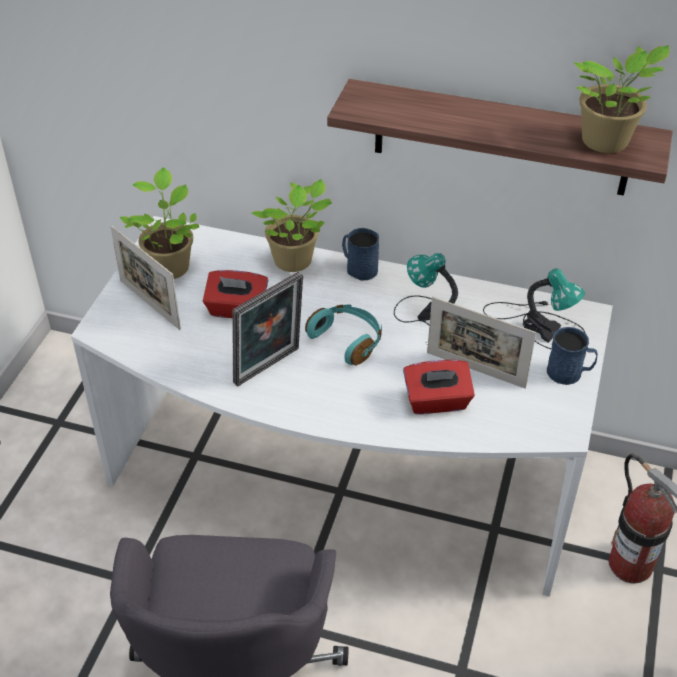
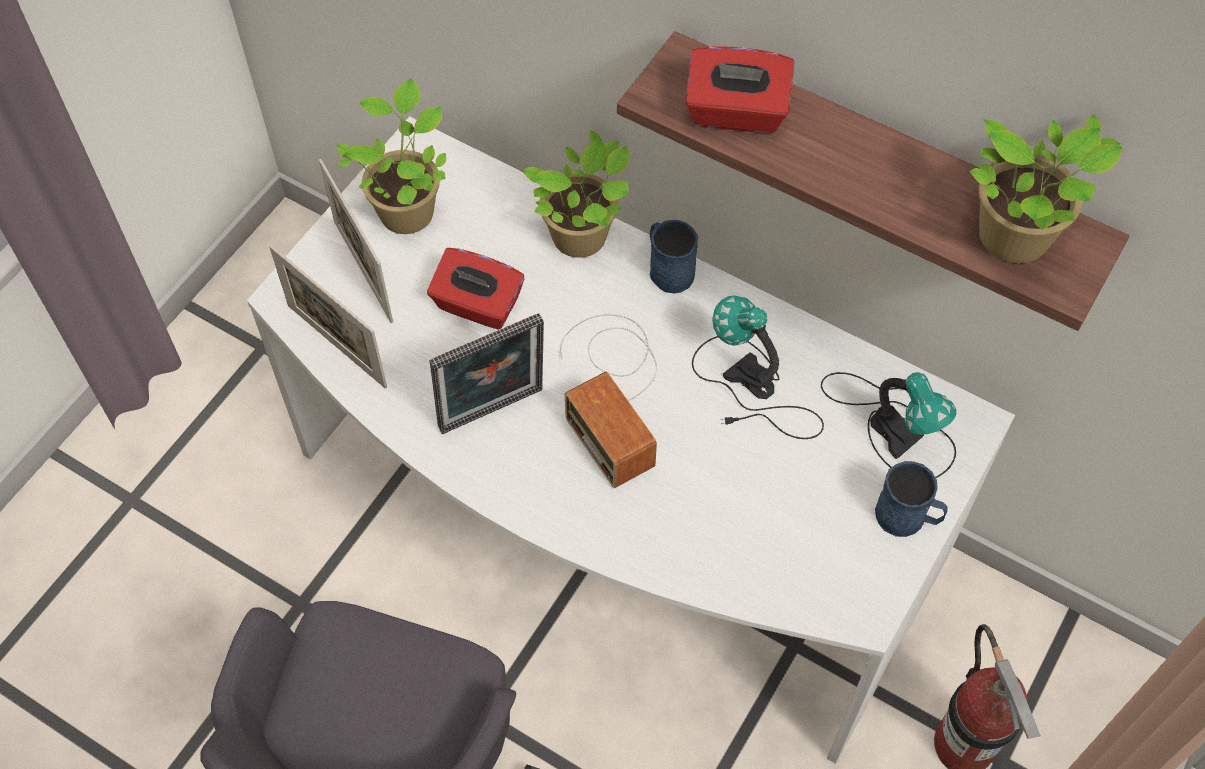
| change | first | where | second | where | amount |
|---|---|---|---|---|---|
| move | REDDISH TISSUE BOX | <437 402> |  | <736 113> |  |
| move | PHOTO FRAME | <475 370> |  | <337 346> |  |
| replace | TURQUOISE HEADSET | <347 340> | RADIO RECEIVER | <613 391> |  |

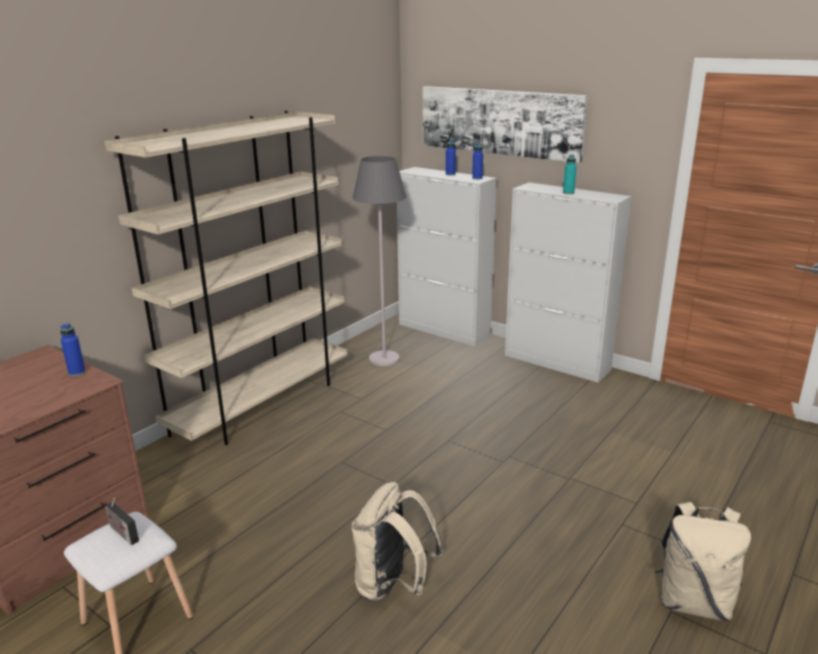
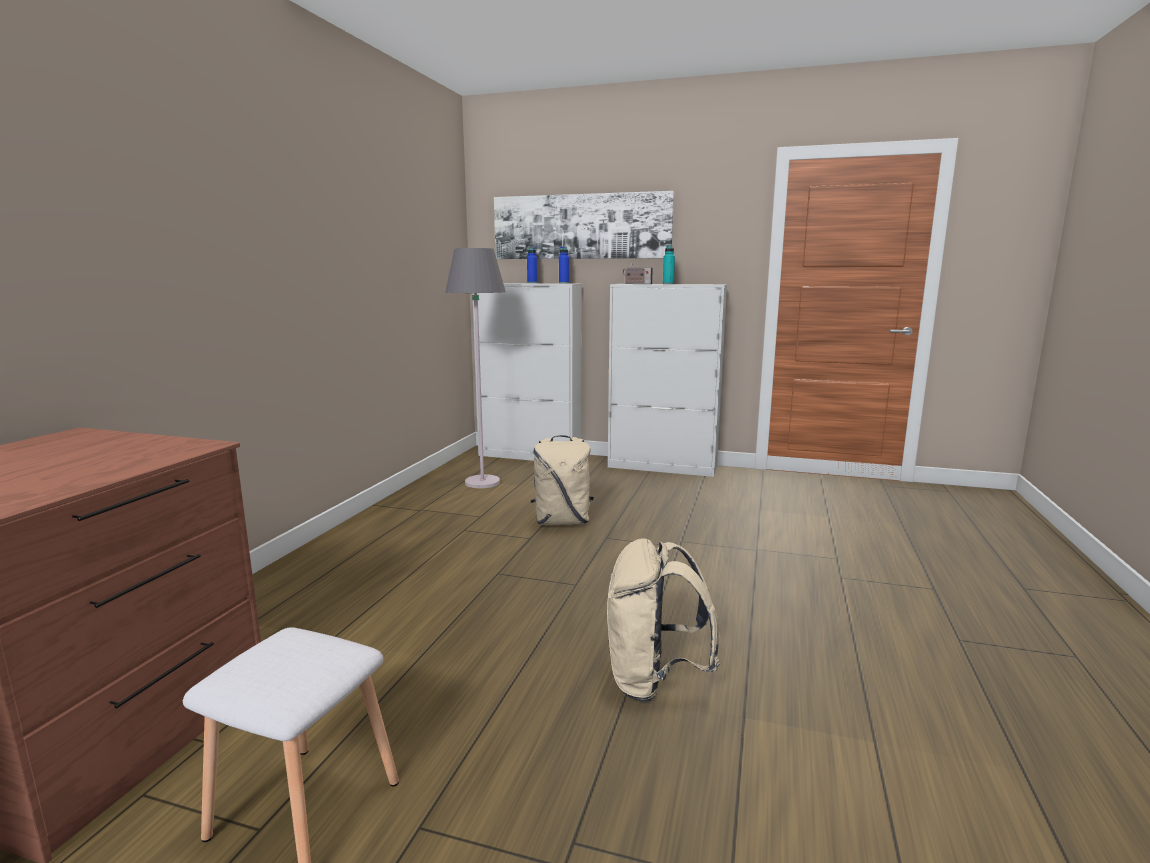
| change | first | where | second | where | amount |
|---|---|---|---|---|---|
| delete | BLUE BEVERAGE BOTTLE | <77 372> |  |  |  |
| delete | SAND-COLOURED BOOKCASE | <262 404> |  |  |  |
| move | RADIO RECEIVER | <122 533> |  | <636 284> |  |
| move | SAND-COLOURED KNAPSACK | <693 602> |  | <562 521> |  |

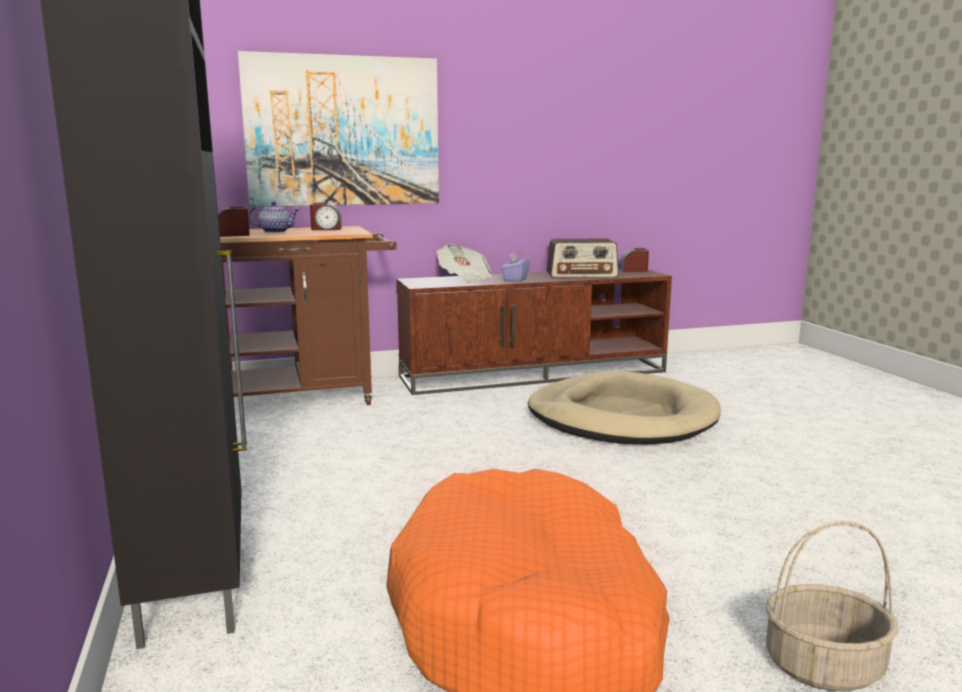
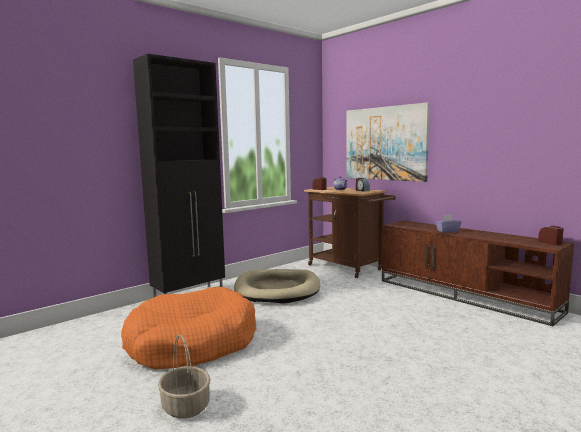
| change | first | where | second | where | amount |
|---|---|---|---|---|---|
| delete | NEWSPAPER | <464 279> |  |  |  |
| delete | RADIO RECEIVER | <582 275> |  |  |  |
| move | SAND-COLOURED DOG CUSHION | <621 417> |  | <277 289> |  |

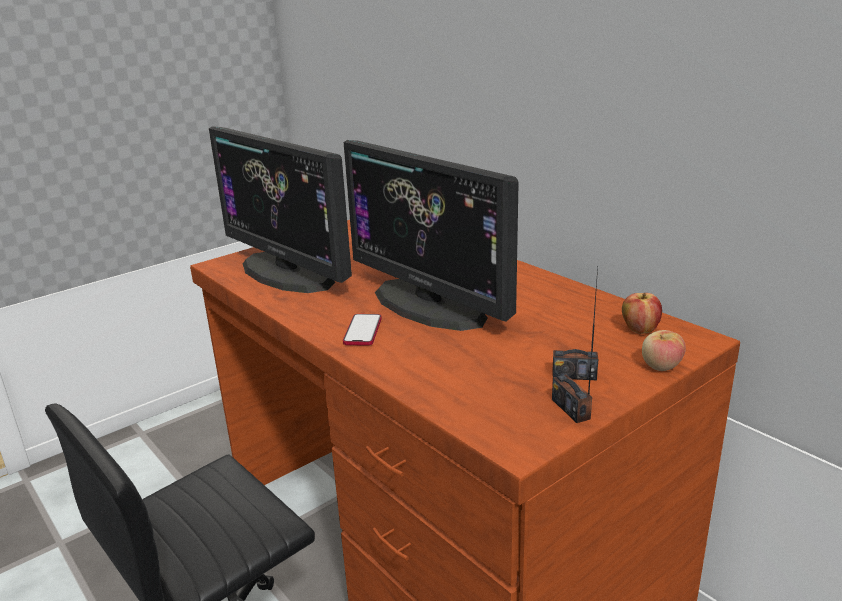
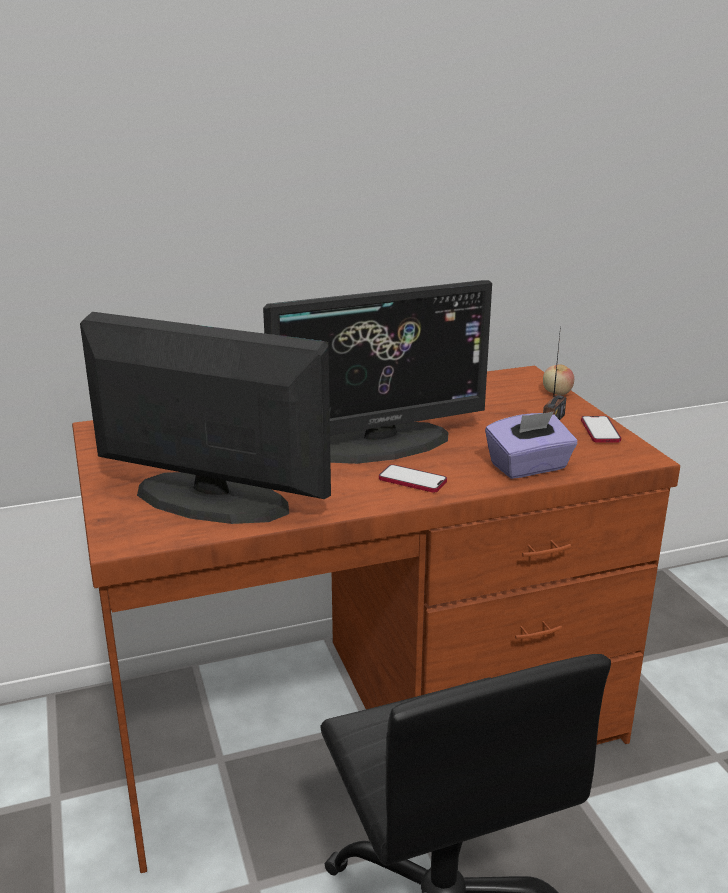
| change | first | where | second | where | amount |
|---|---|---|---|---|---|
| delete | APPLE | <640 330> |  |  |  |
| insert |  |  | PURPLISH TISSUE BOX | <529 467> |  |
| replace | RADIO RECEIVER | <571 409> | TELEPHONE | <600 431> |  |
| rotate | MONITOR | <288 272> |  | <210 499> | 135 degrees counterclockwise |

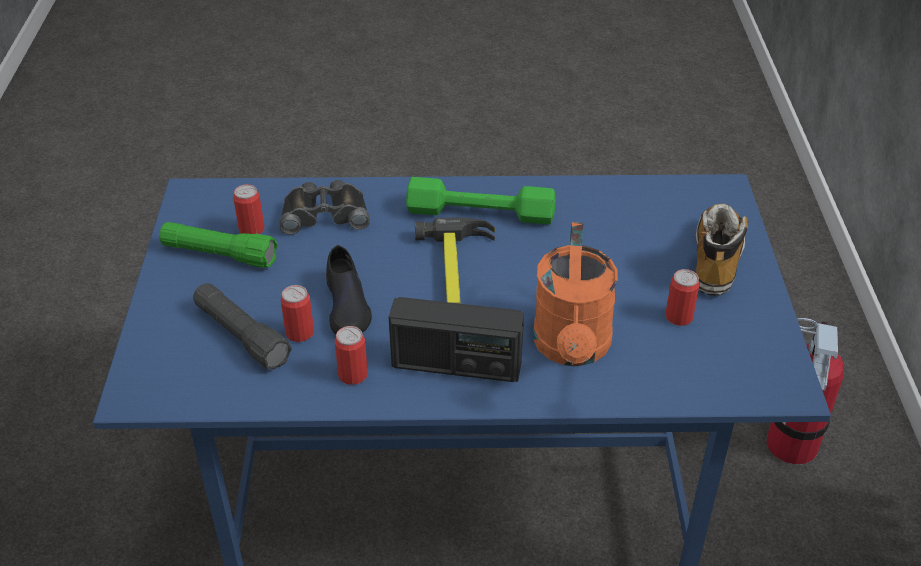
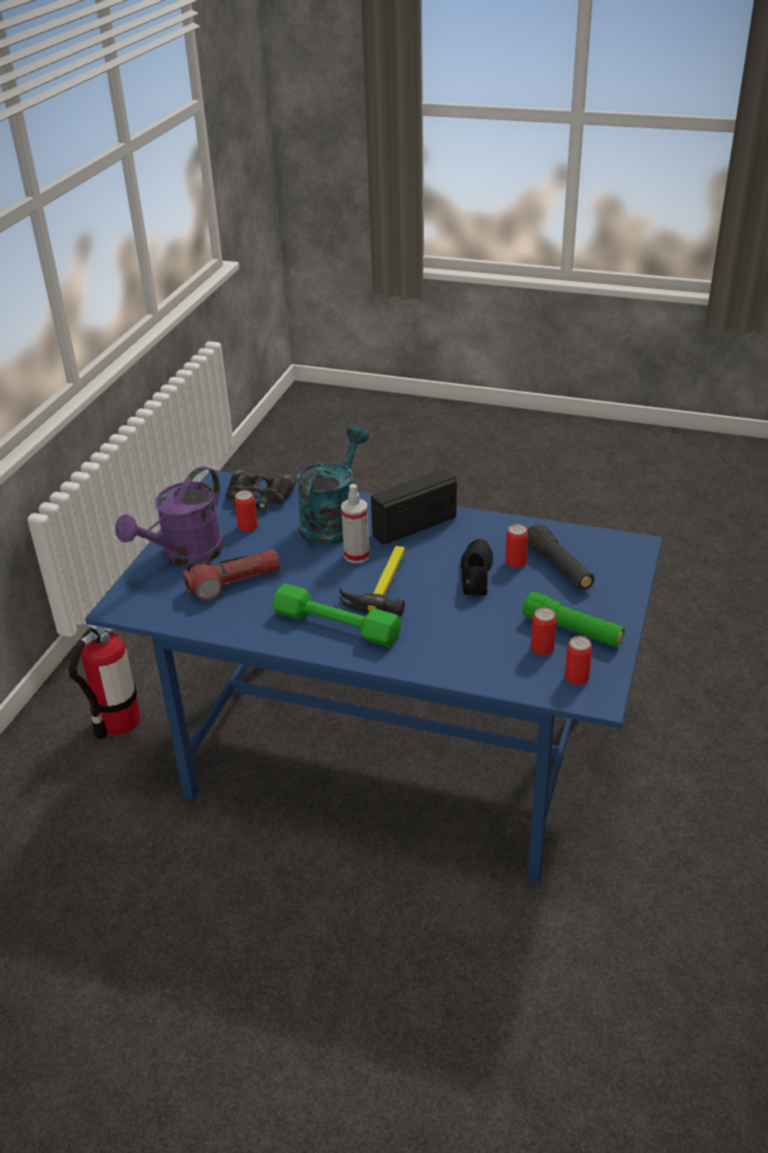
| change | first | where | second | where | amount |
|---|---|---|---|---|---|
| insert |  |  | HAND TORCH | <233 583> |  |
| insert |  |  | SPRAYER | <357 555> |  |
| move | BLACK FIELD GLASSES | <324 213> |  | <258 497> |  |
| move | CAN | <353 375> |  | <576 678> |  |
| replace | HIGH-TOP BOOT | <716 260> | PURPLISH WATERING CAN | <185 556> |  |
| recolor | ORANGEY WATERING CAN | <572 349> | TURQUOISE WATERING CAN | <332 521> |  |
| rotate | RADIO RECEIVER | <456 365> |  | <414 526> | 60 degrees counterclockwise |

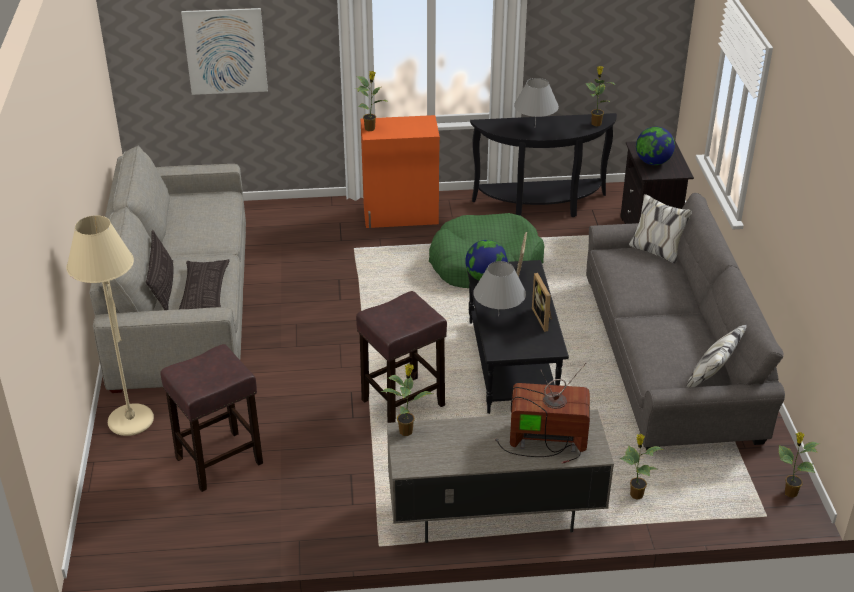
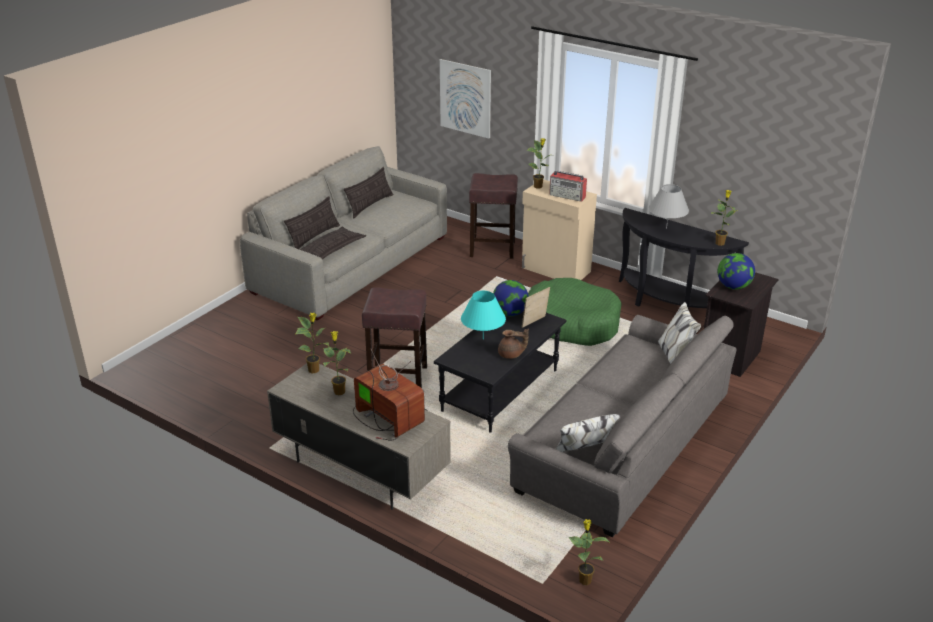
| change | first | where | second | where | amount |
|---|---|---|---|---|---|
| delete | SAND-COLOURED FLOOR LAMP | <131 420> |  |  |  |
| insert |  |  | THROW PILLOW | <370 205> |  |
| insert |  |  | RADIO RECEIVER | <567 196> |  |
| move | BROWN SITTING STOOL | <220 460> |  | <493 249> |  |
| move | PLANT IN A POT | <635 495> |  | <339 391> |  |
| replace | PHOTO FRAME | <544 318> | BROWN POT FOR TEA | <511 355> |  |
| recolor | ORANGEY CUPBOARD | <401 216> | SAND-COLOURED CUPBOARD | <556 270> |  |
| recolor | GREYISH TABLE LAMP | <498 315> | TURQUOISE TABLE LAMP | <483 339> |  |

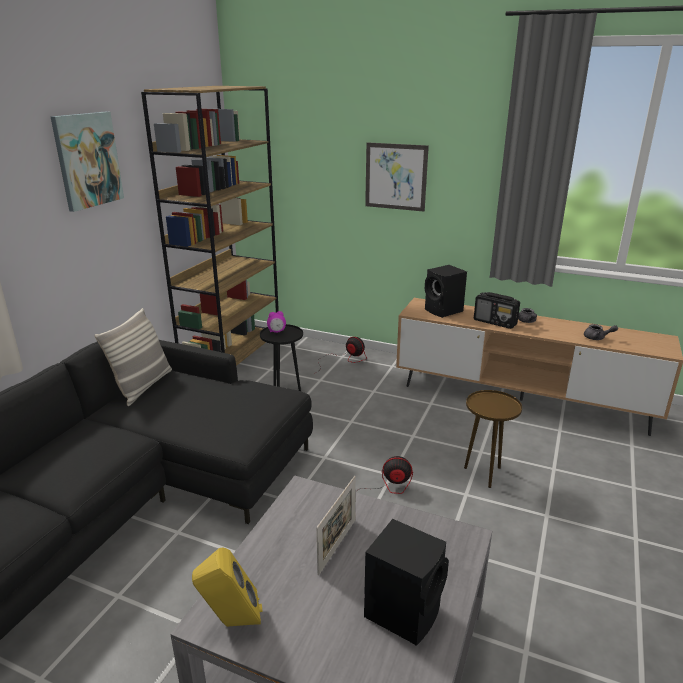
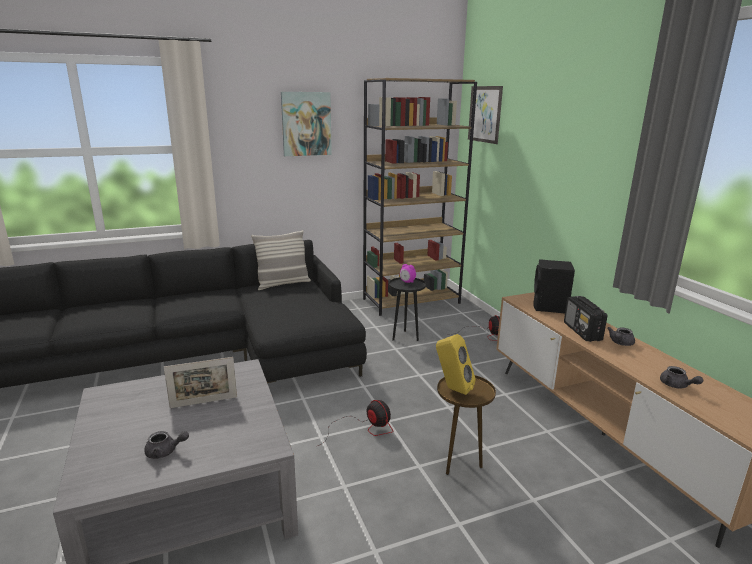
| change | first | where | second | where | amount |
|---|---|---|---|---|---|
| move | YELLOW-COLOURED SPEAKER | <231 622> |  | <452 389> |  |
| move | PICTURE | <395 176> |  | <484 114> |  |
| replace | BLACK SPEAKER | <404 610> | GREYISH POT FOR TEA | <165 452> |  |

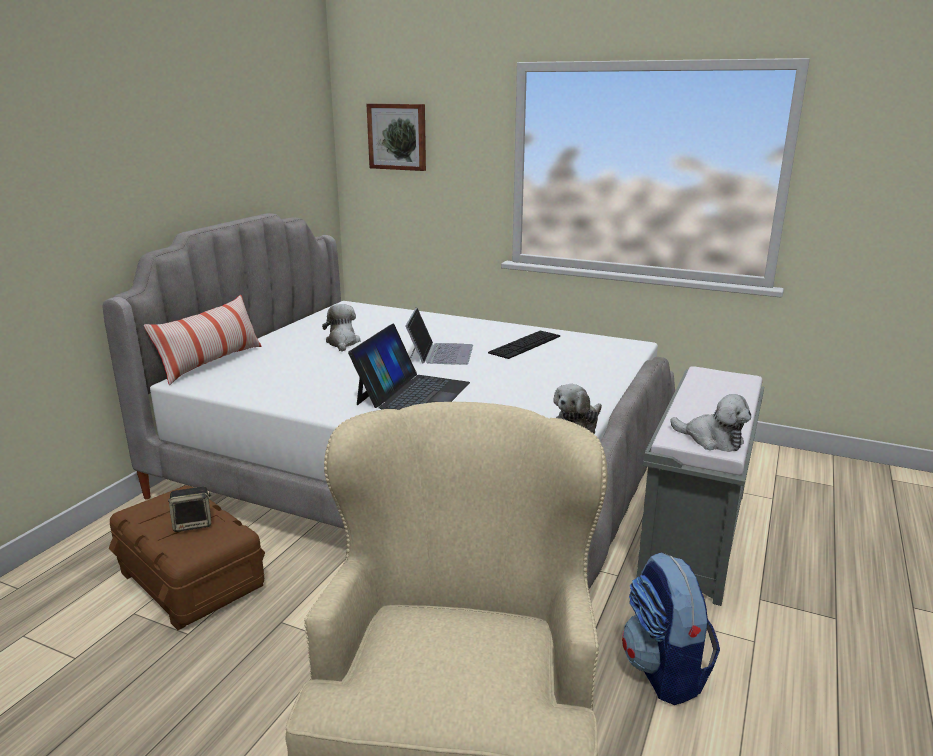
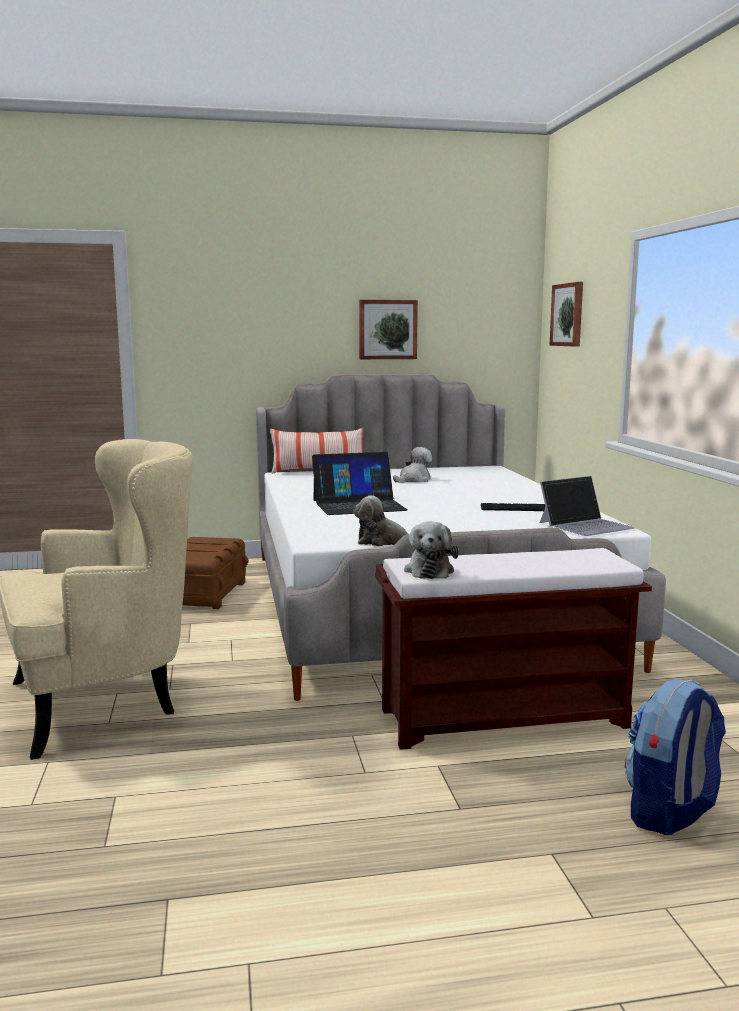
| change | first | where | second | where | amount |
|---|---|---|---|---|---|
| delete | SPEAKER | <193 524> |  |  |  |
| insert |  |  | PICTURE | <387 329> |  |
| move | LAPTOP | <440 353> |  | <586 525> |  |
| move | KNAPSACK | <664 671> |  | <670 813> |  |
| recolor | GREYISH INDOOR BENCH | <693 533> | BROWN INDOOR BENCH | <505 717> |  |

